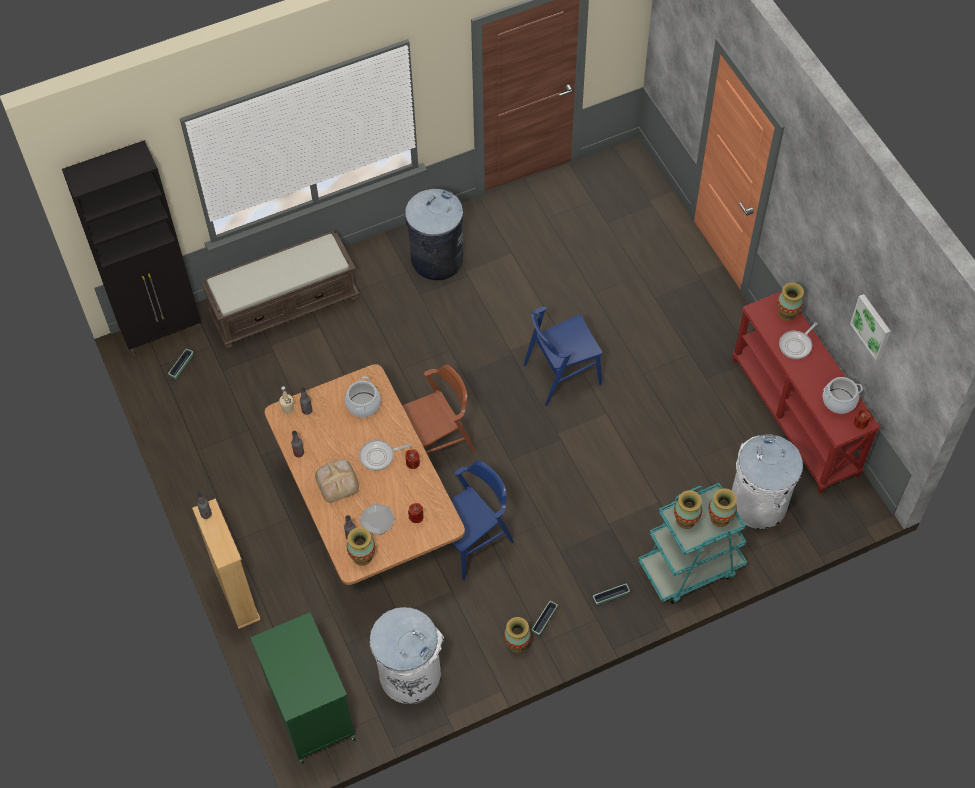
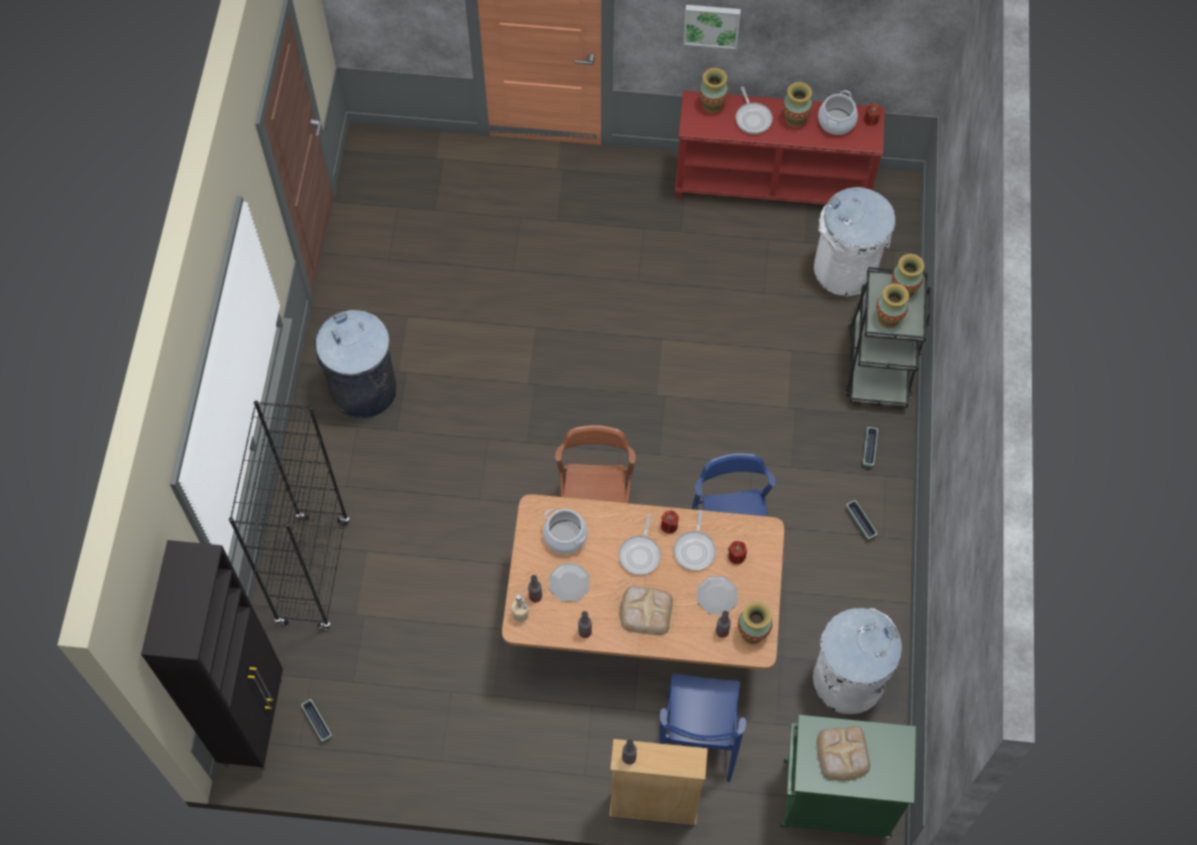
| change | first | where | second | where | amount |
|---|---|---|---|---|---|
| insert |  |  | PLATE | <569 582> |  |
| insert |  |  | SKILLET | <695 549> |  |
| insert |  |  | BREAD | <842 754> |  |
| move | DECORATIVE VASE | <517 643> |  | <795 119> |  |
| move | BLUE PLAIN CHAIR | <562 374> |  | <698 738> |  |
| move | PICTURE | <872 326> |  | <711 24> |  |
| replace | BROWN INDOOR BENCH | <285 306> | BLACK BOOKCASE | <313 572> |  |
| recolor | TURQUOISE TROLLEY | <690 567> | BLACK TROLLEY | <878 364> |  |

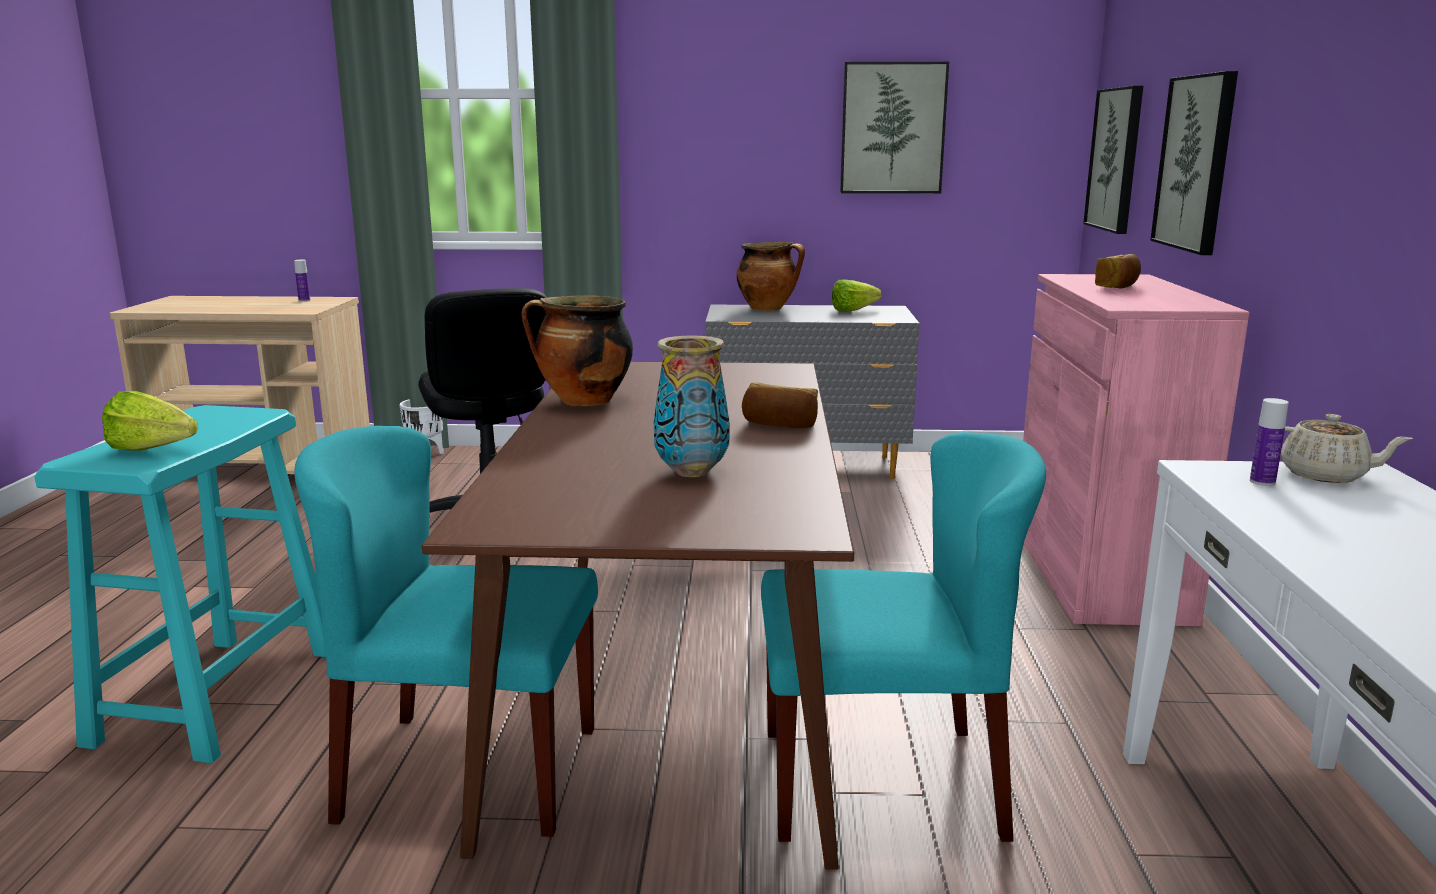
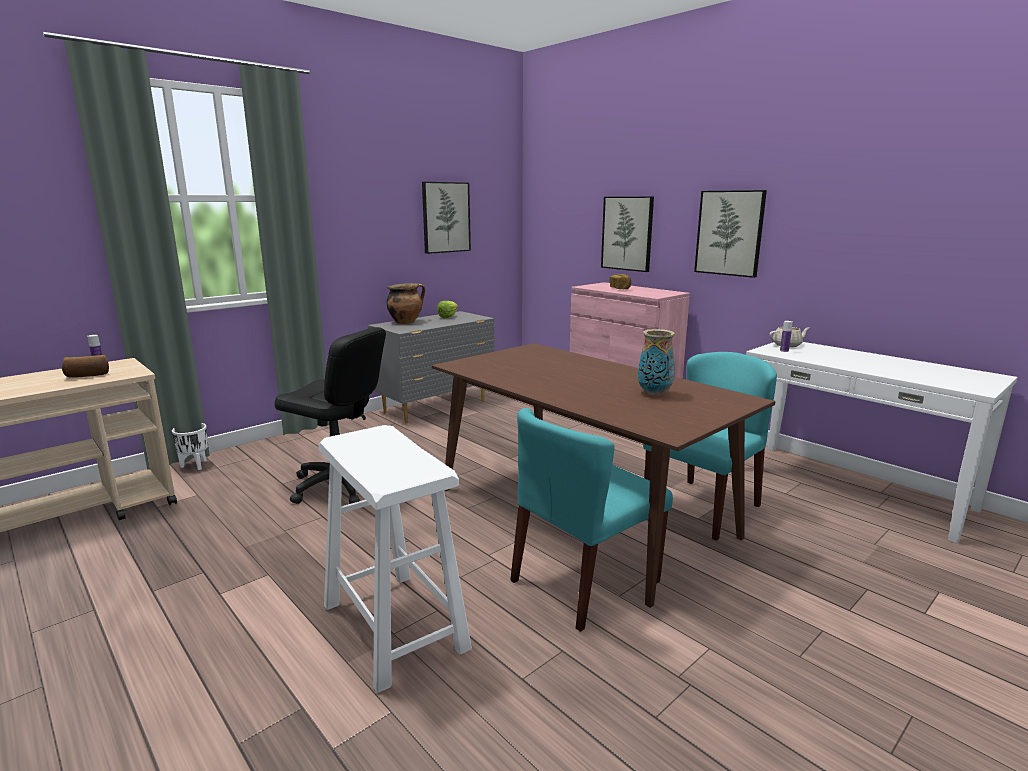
| change | first | where | second | where | amount |
|---|---|---|---|---|---|
| delete | HEAD OF LETTUCE | <157 451> |  |  |  |
| delete | SAUCEPOT | <583 401> |  |  |  |
| move | BREAD | <780 424> |  | <88 375> |  |
| move | PICTURE | <1116 159> |  | <729 233> |  |
| recolor | TURQUOISE SITTING STOOL | <218 695> | WHITE-COLOURED SITTING STOOL | <394 626> |  |

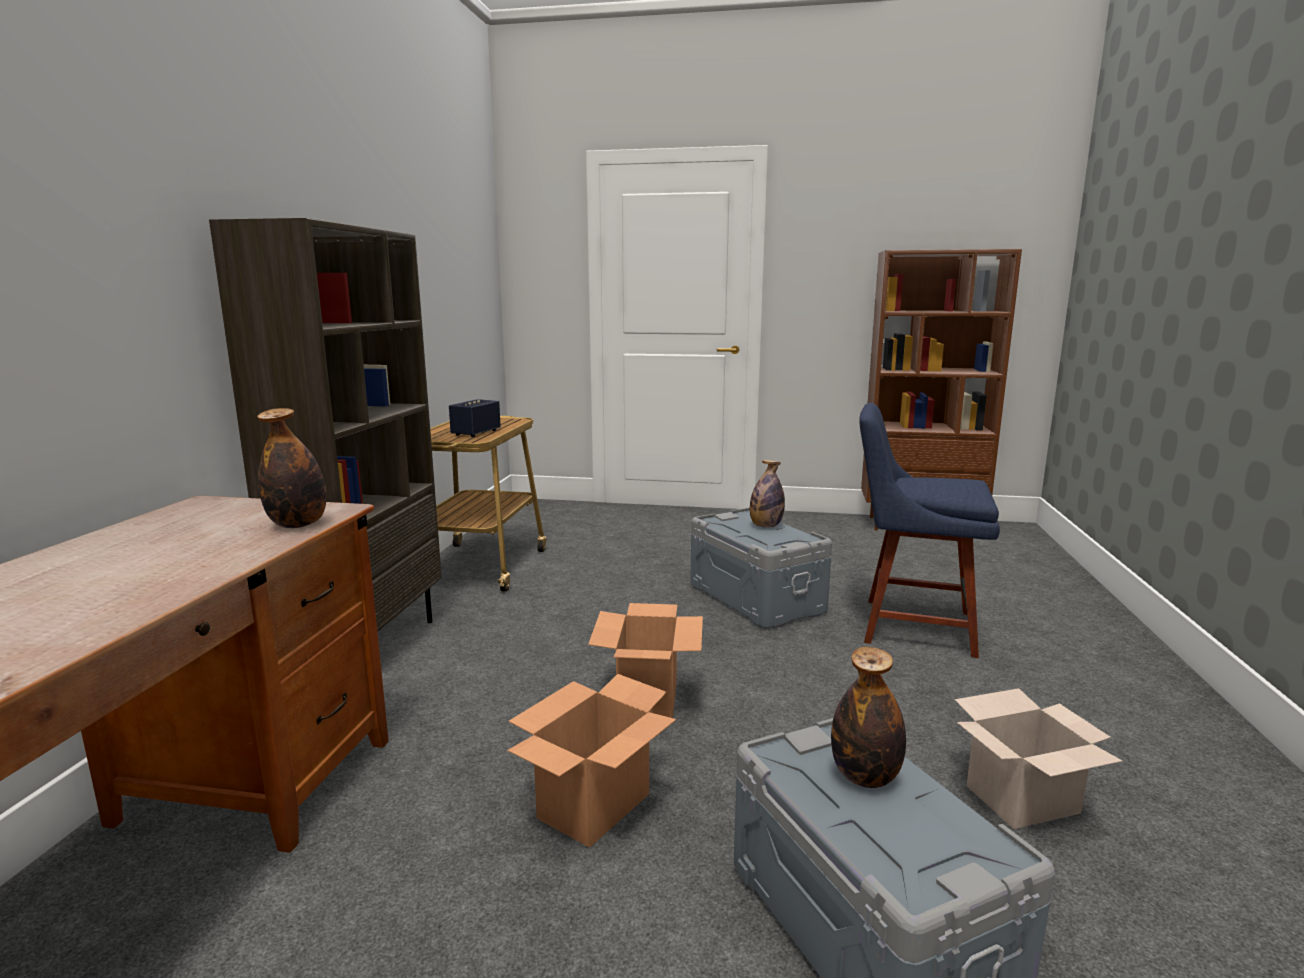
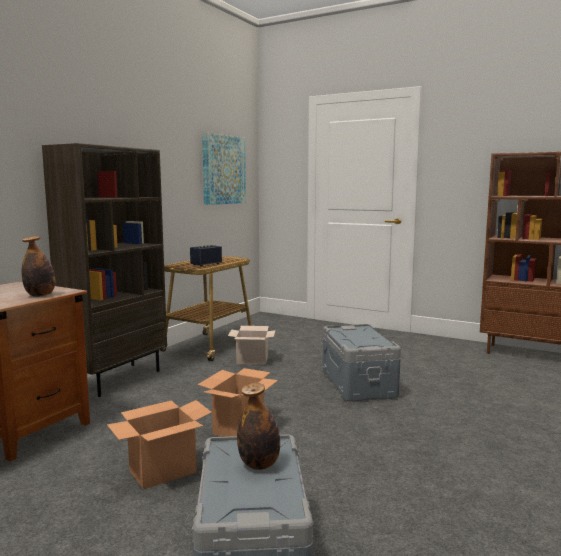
| change | first | where | second | where | amount |
|---|---|---|---|---|---|
| delete | BEVERAGE BOTTLE | <765 526> |  |  |  |
| delete | BLUE PLAIN CHAIR | <910 626> |  |  |  |
| insert |  |  | PICTURE | <223 170> |  |
| move | CARDBOARD BOX | <1021 801> |  | <251 360> |  |

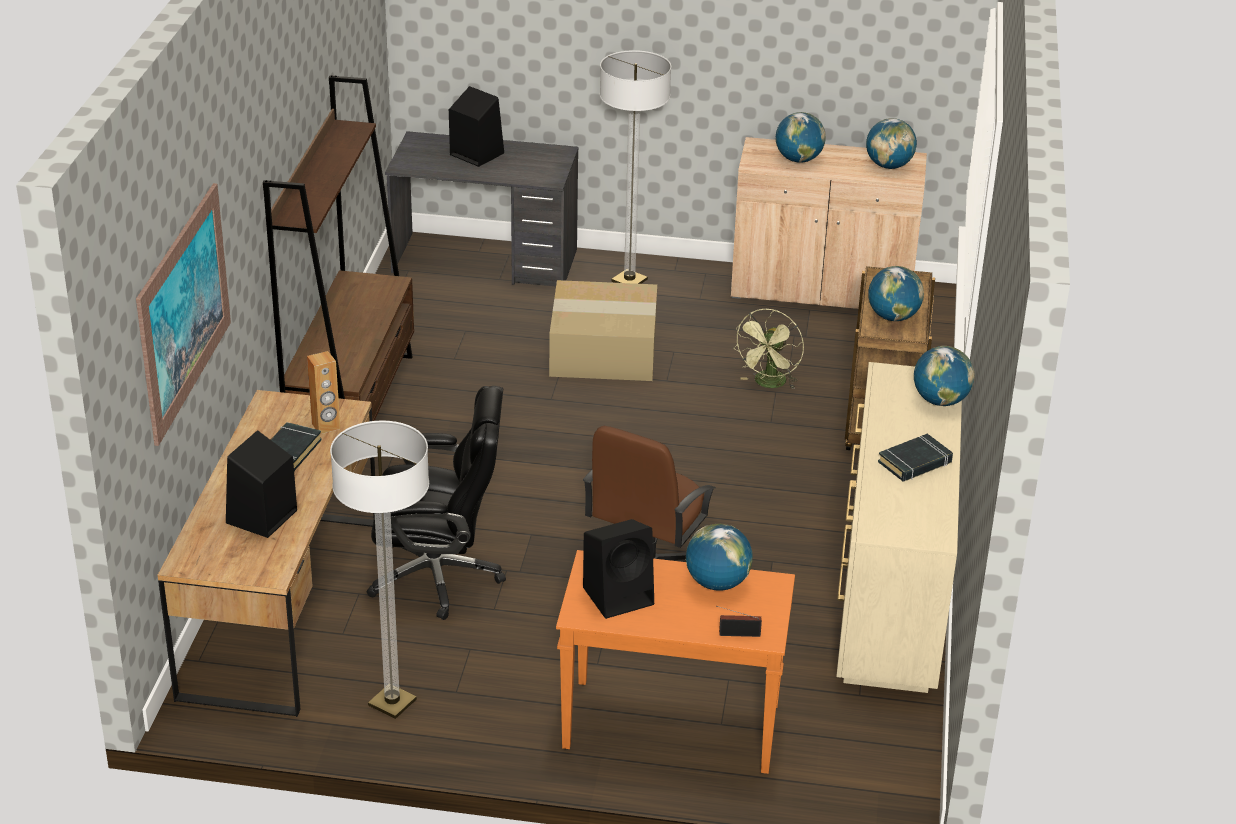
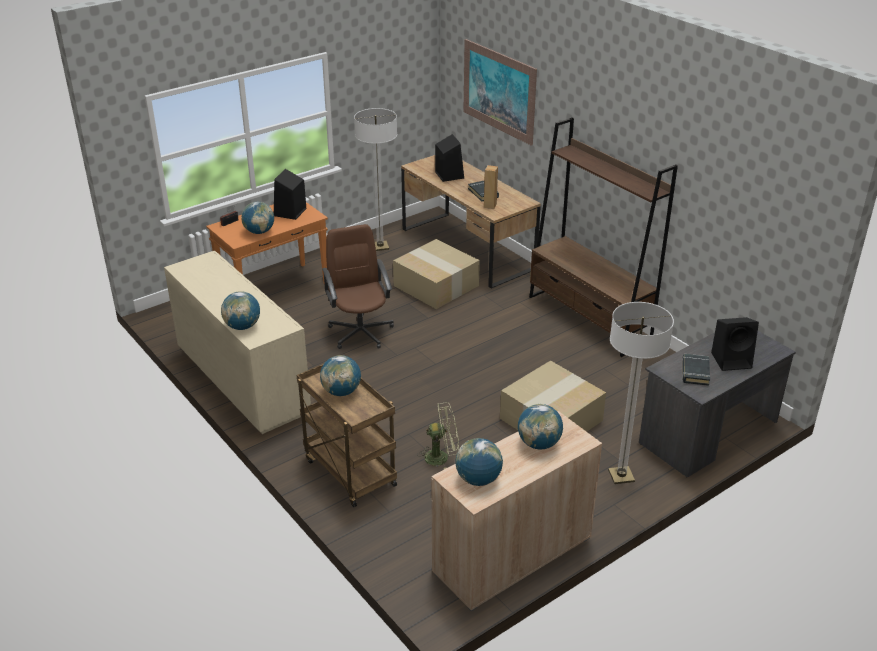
| change | first | where | second | where | amount |
|---|---|---|---|---|---|
| move | BLACK VOLUME | <915 462> |  | <695 372> |  |
| replace | BLACK COMPUTER CHAIR | <439 575> | CARDBOARD BOX | <434 285> |  |
| rotate | GREEN ELECTRIC FAN | <768 384> |  | <441 457> | 105 degrees clockwise |

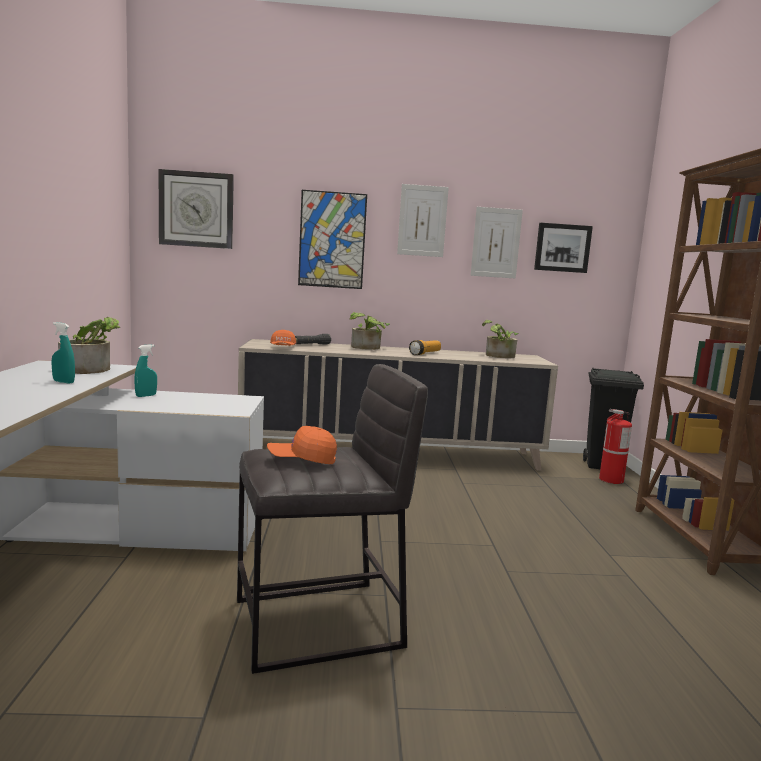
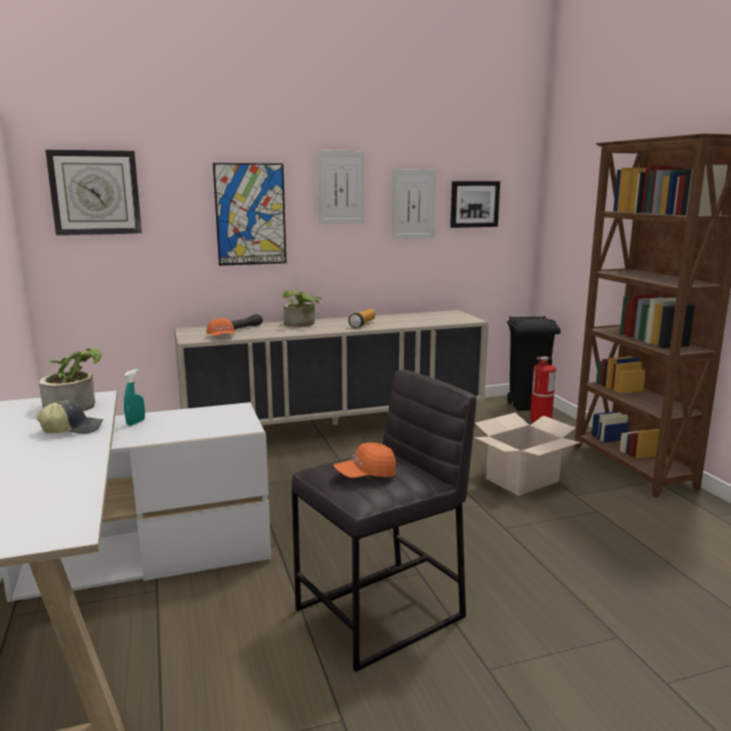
| change | first | where | second | where | amount |
|---|---|---|---|---|---|
| delete | PLANT IN A POT | <498 356> |  |  |  |
| insert |  |  | CARDBOARD BOX | <522 480> |  |
| replace | TURQUOISE SPRAYER | <63 382> | PEAKED CAP | <73 429> |  |

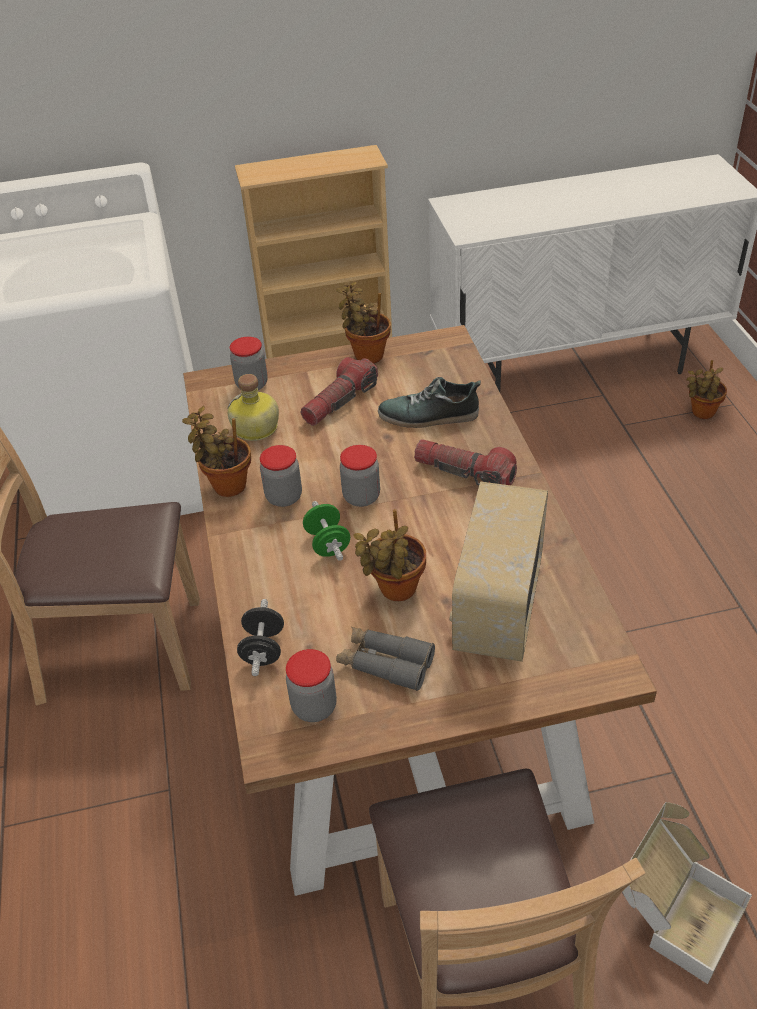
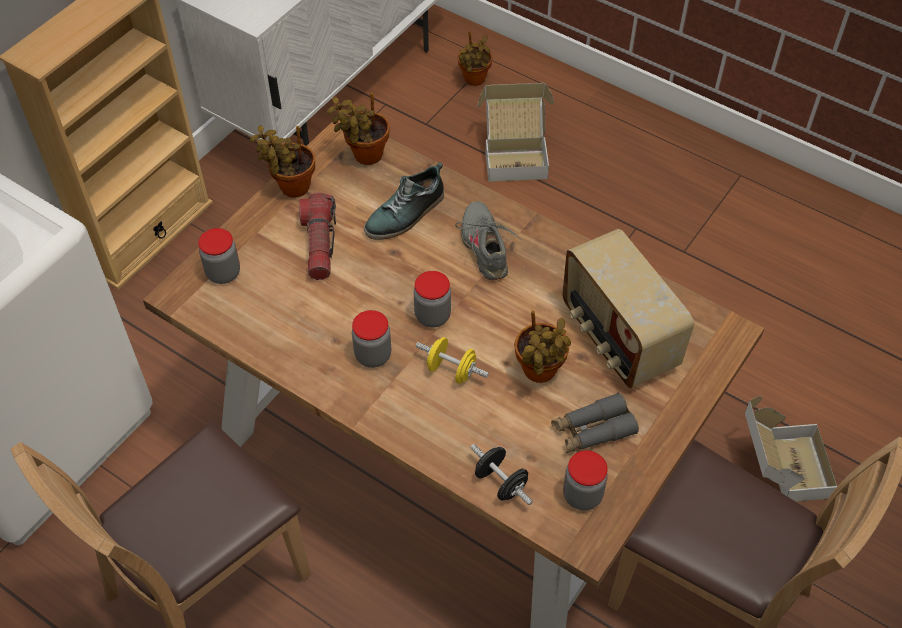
| change | first | where | second | where | amount |
|---|---|---|---|---|---|
| delete | BEVERAGE BOTTLE | <256 429> |  |  |  |
| insert |  |  | CARDBOARD BOX | <515 154> |  |
| move | PLANT IN A POT | <226 484> |  | <364 155> |  |
| replace | HAND TORCH | <465 473> | GREYISH LOW SHOE | <486 247> |  |
| recolor | GREEN DUMBBELL | <328 543> | YELLOW-COLOURED DUMBBELL | <451 370> |  |

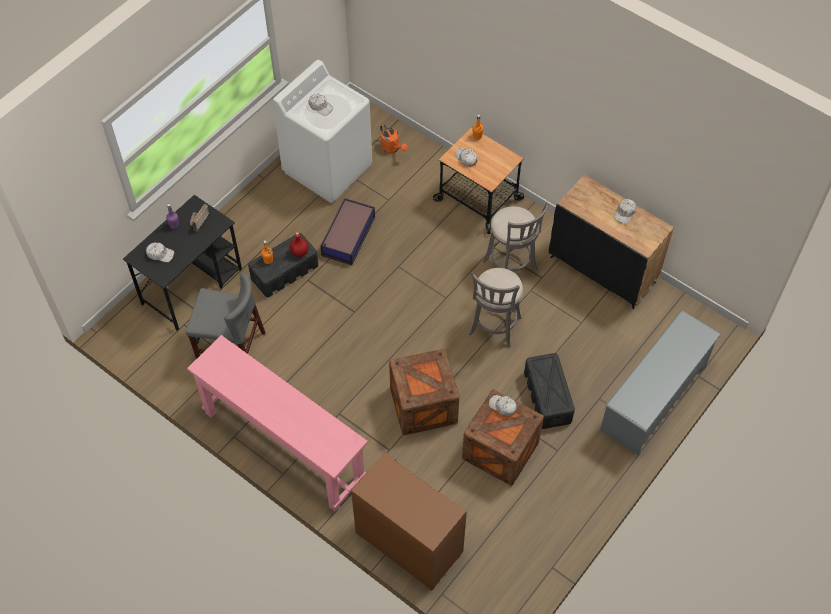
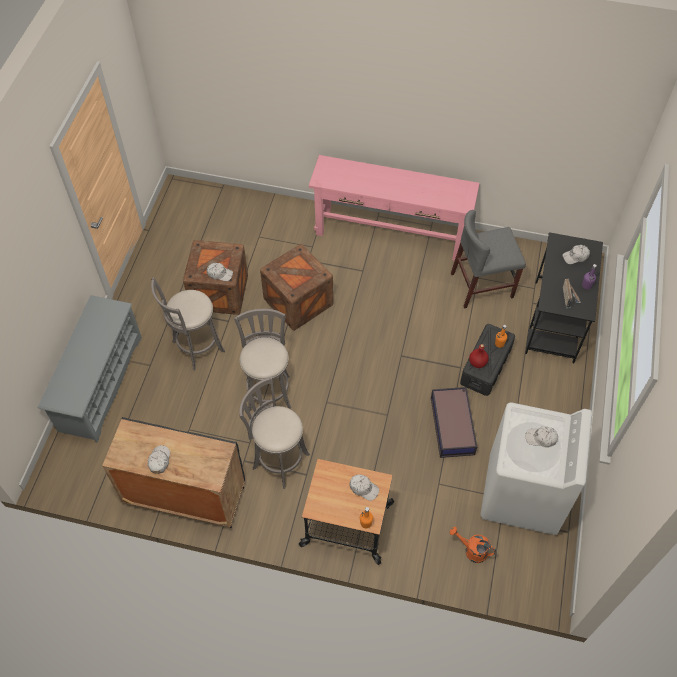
| change | first | where | second | where | amount |
|---|---|---|---|---|---|
| delete | BROWN CHEST OF DRAWERS | <408 543> |  |  |  |
| replace | BLACK STORAGE BOX | <547 398> | GREYISH SITTING STOOL | <195 348> |  |

